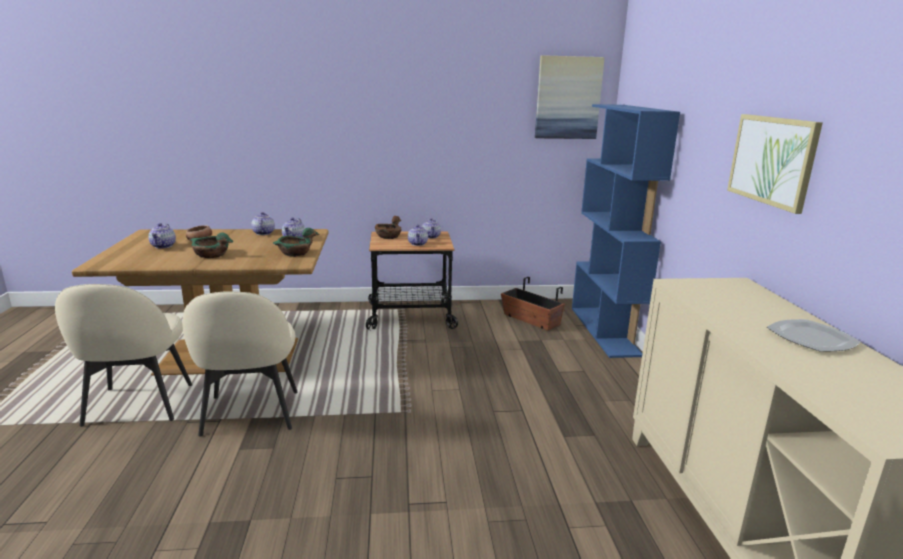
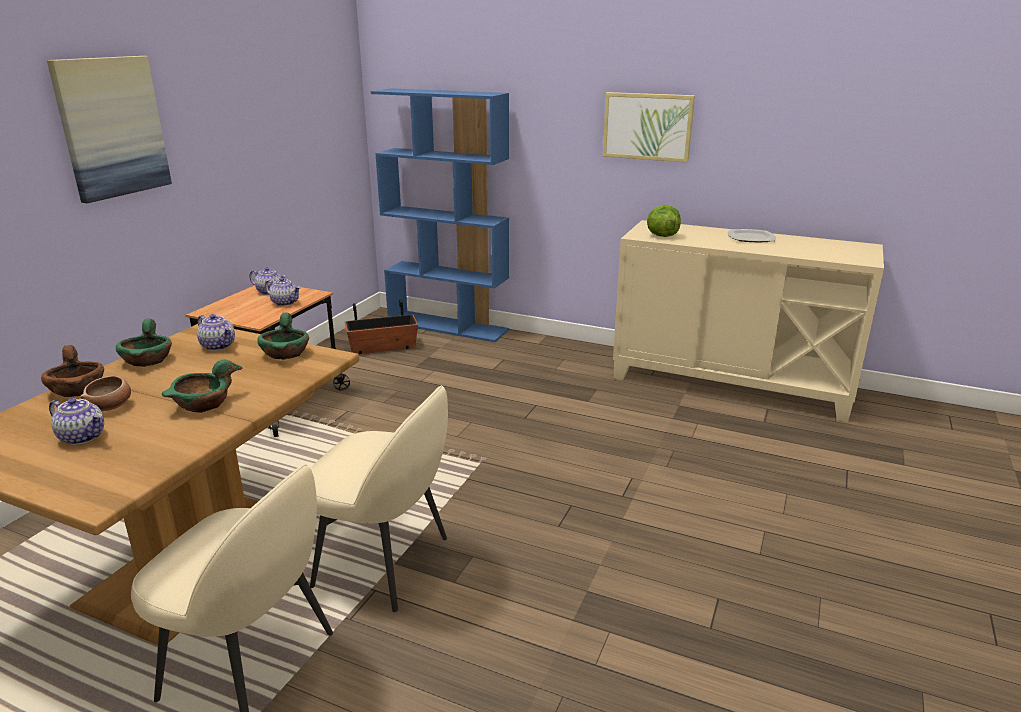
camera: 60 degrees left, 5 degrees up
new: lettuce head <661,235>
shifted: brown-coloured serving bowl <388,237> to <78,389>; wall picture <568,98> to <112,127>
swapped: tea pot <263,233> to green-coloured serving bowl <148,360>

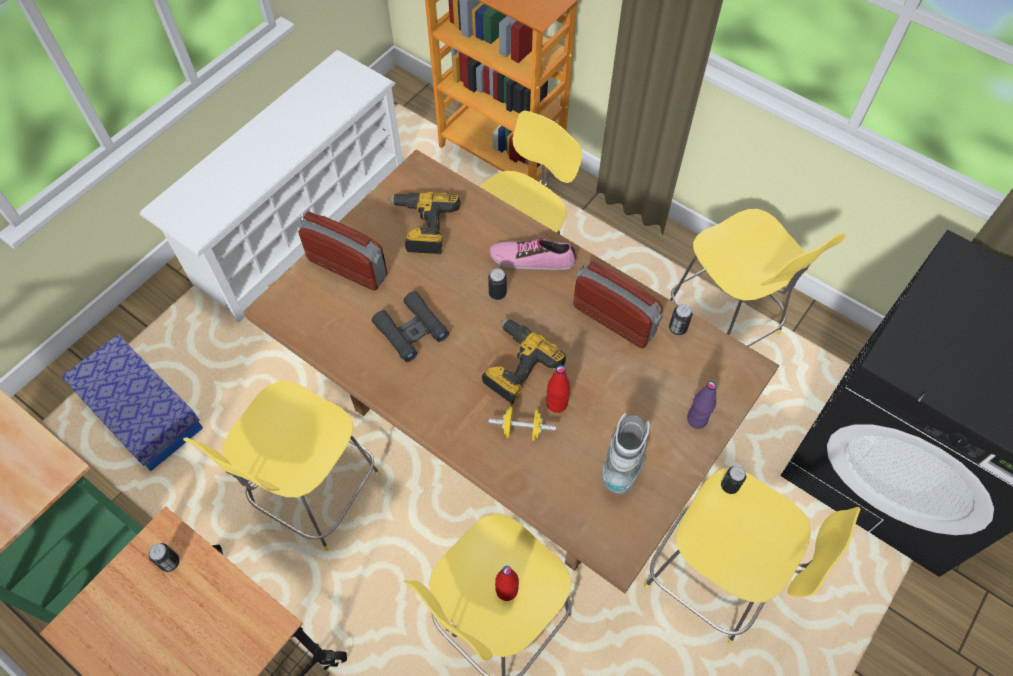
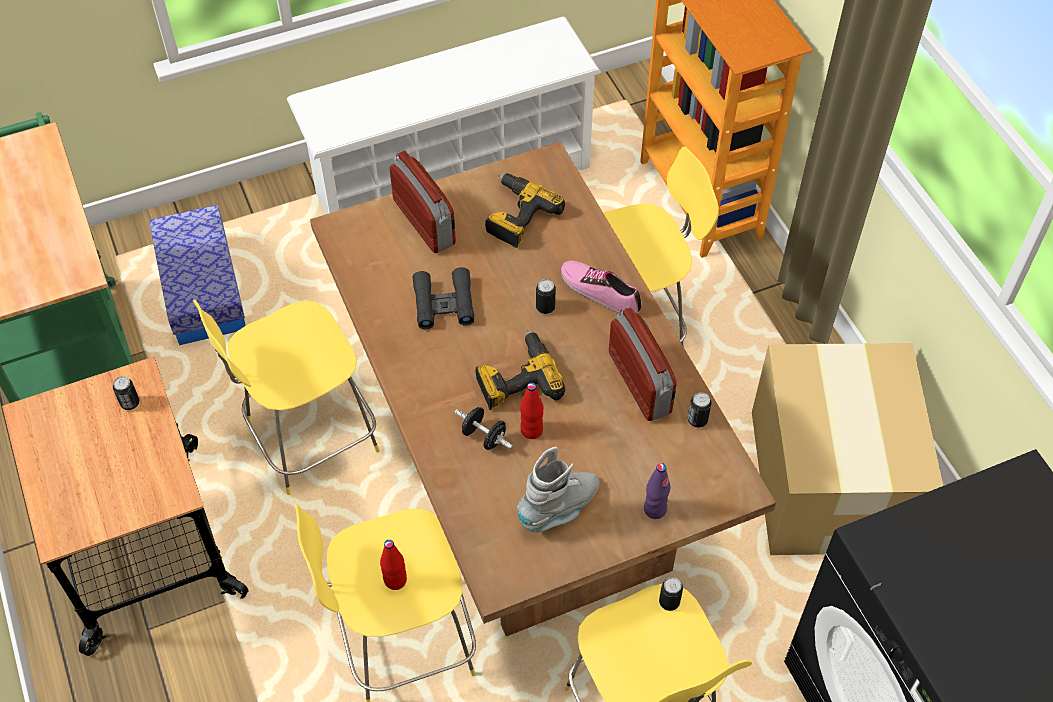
camera: 30 degrees right, 5 degrees down
swapped: yellow-coloured stool <723,326> to carton <828,483>
repainted: yellow-coloured free weight <522,430> to black-coloured free weight <484,436>

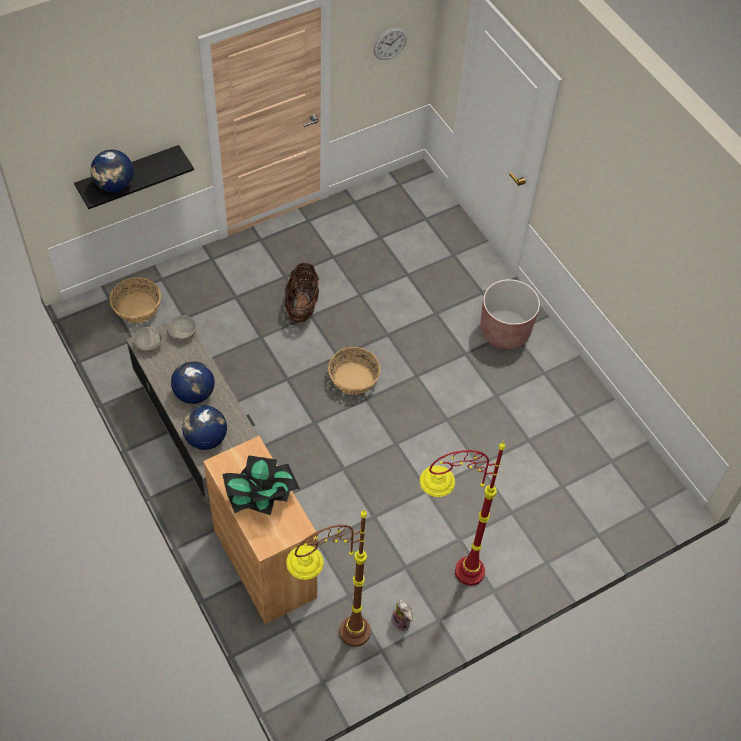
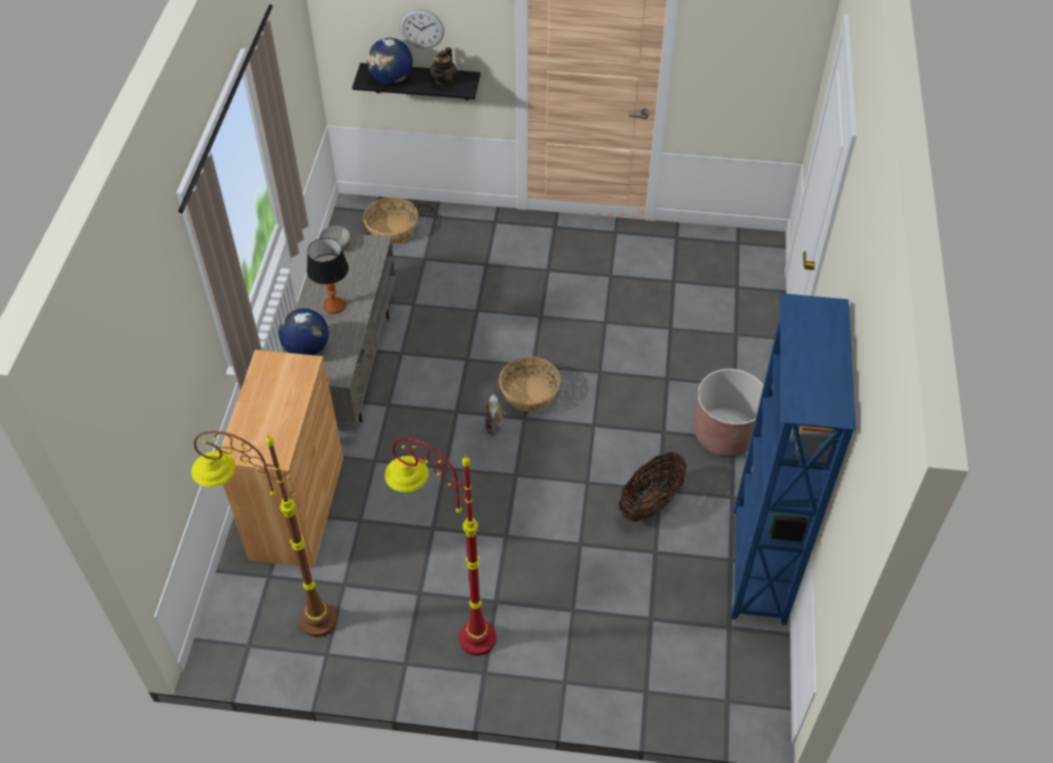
camera: 40 degrees right, 5 degrees down
gone: gray serving bowl <183,333>; potted plant <262,498>
new: tea pot <444,82>; blue bookshelf <757,566>
shifted: basket <302,306> to <650,502>; clock on the wall <390,43> to <421,28>; soft toy <402,621> to <495,427>
swapped: world globe <194,393> to table lamp <334,305>

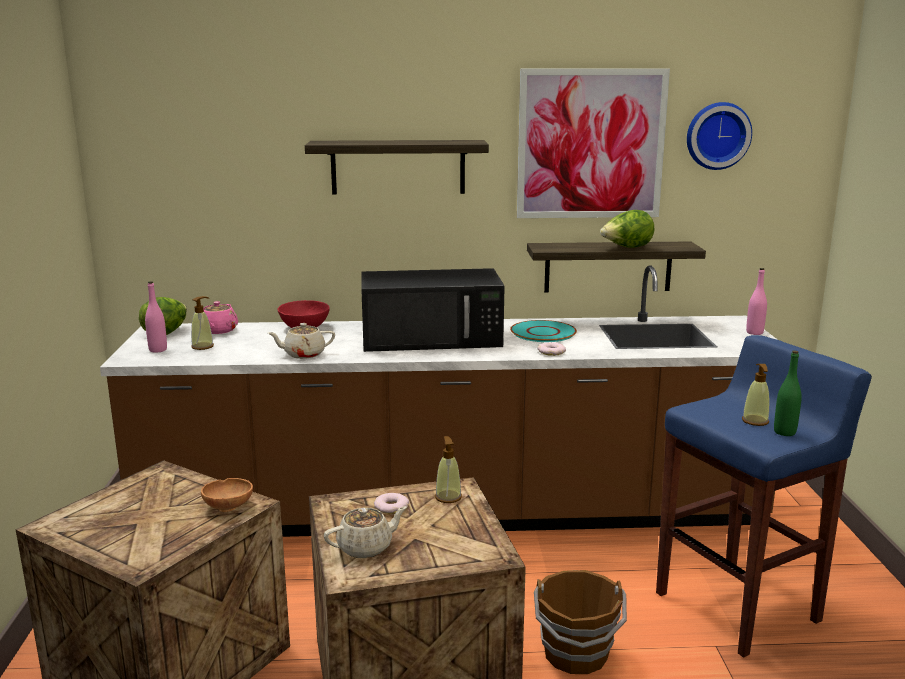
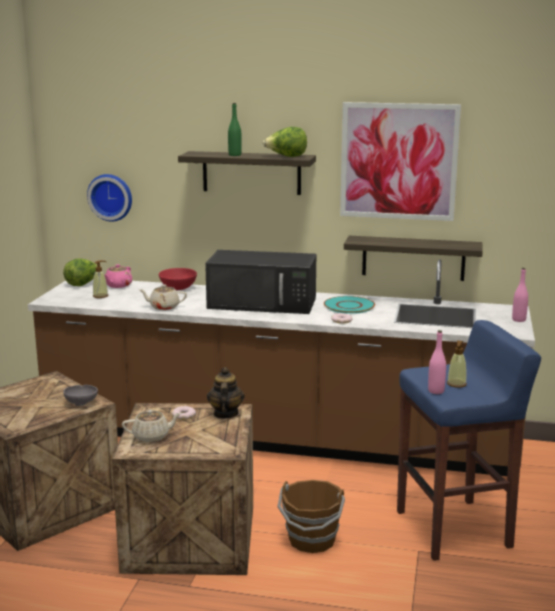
camera: 15 degrees right, 0 degrees up
shifted: pinkish bottle <158,350> to <436,391>; lettuce head <626,248> to <286,157>; clock on the wall <717,135> to <111,197>; green-coloured bottle <784,432> to <235,155>
swapped: soap dispenser <448,497> to tea pot <225,414>
repainted: brown-coloured serving bowl <229,507> to gray serving bowl <82,403>

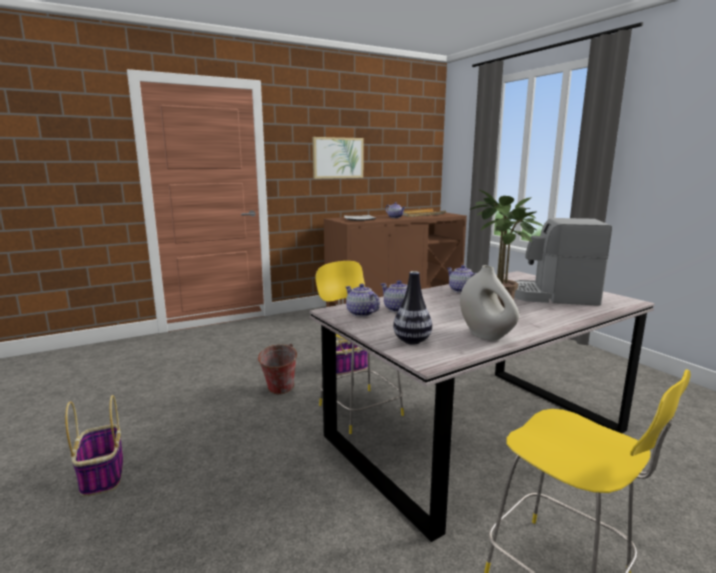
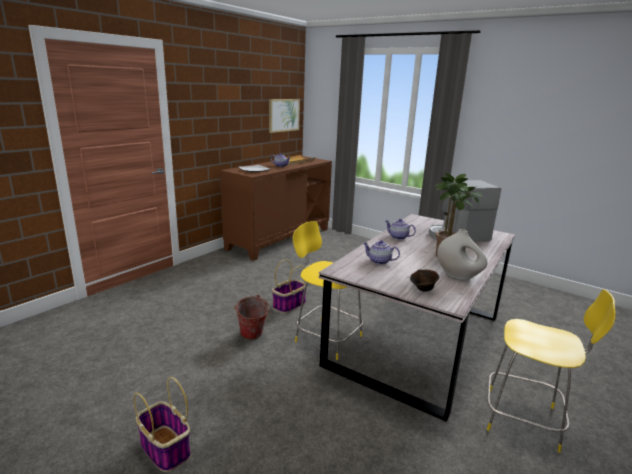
camera: 25 degrees left, 5 degrees up
gone: tea pot <360,313>
shifted: wall picture <338,158> to <283,115>
swapped: flower vase <412,341> to brown-coloured serving bowl <423,289>

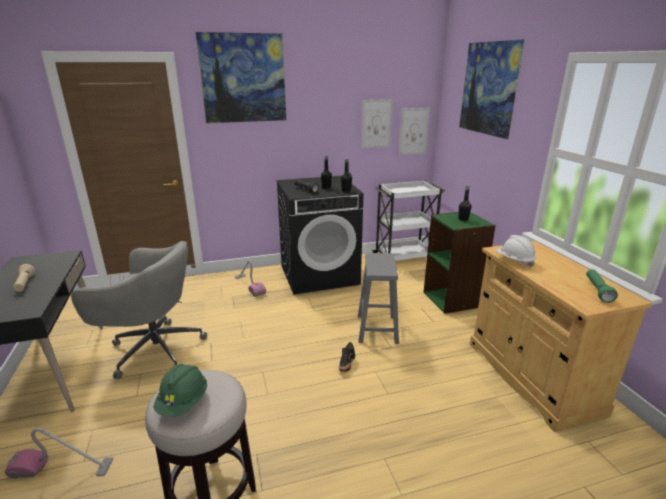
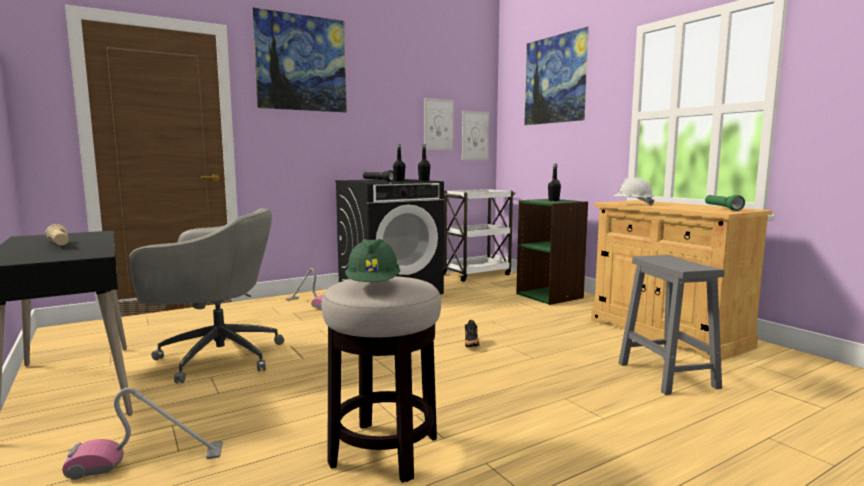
camera: 15 degrees left, 15 degrees down
shifted: gray stool <377,329> to <668,376>

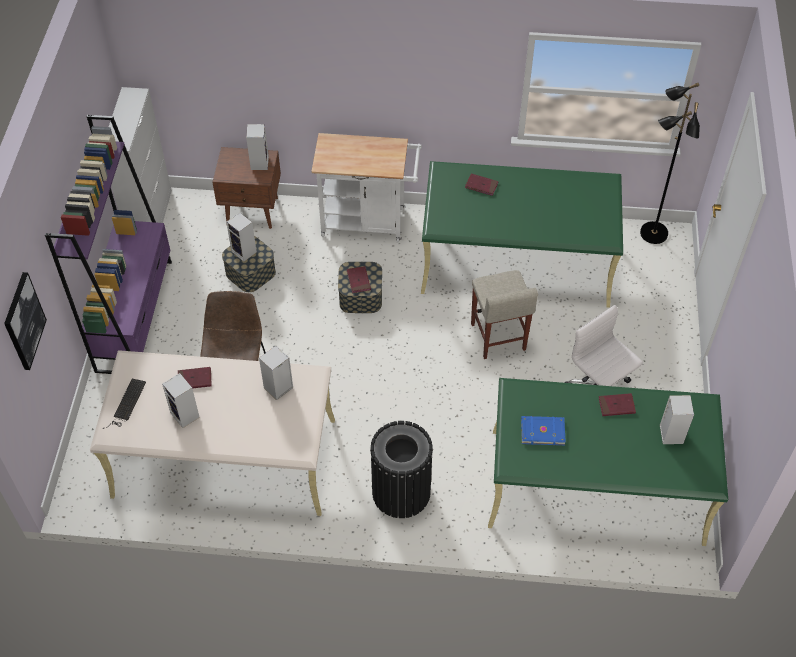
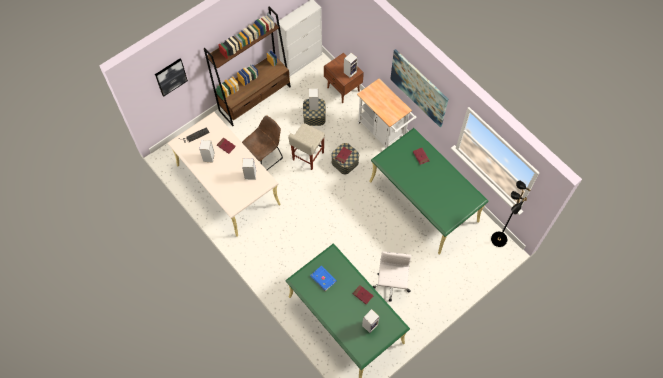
camera: 45 degrees right, 10 degrees up
gone: black-coloured rubbish bin <401,492>
new: wall picture <418,88>
shifted: beige stool <498,337> to <308,156>
repainted: purple-coloured bookshelf <134,315> to brown-coloured bookshelf <255,98>

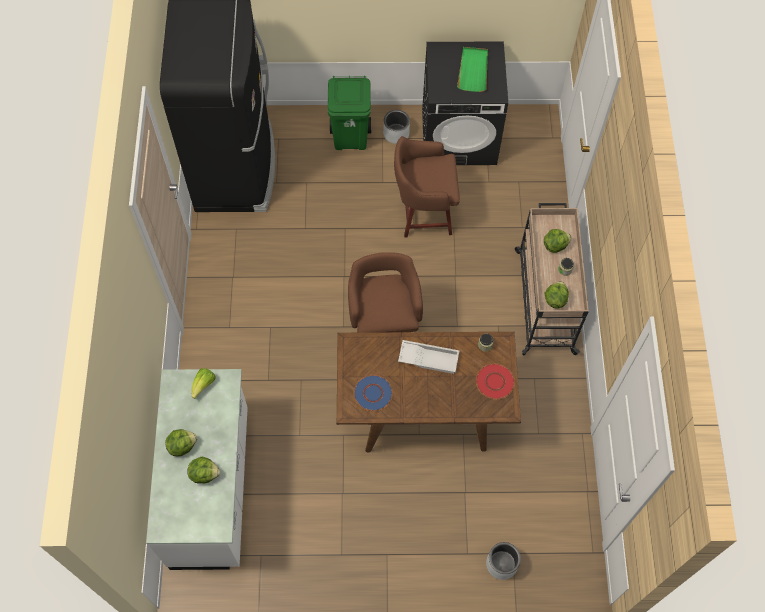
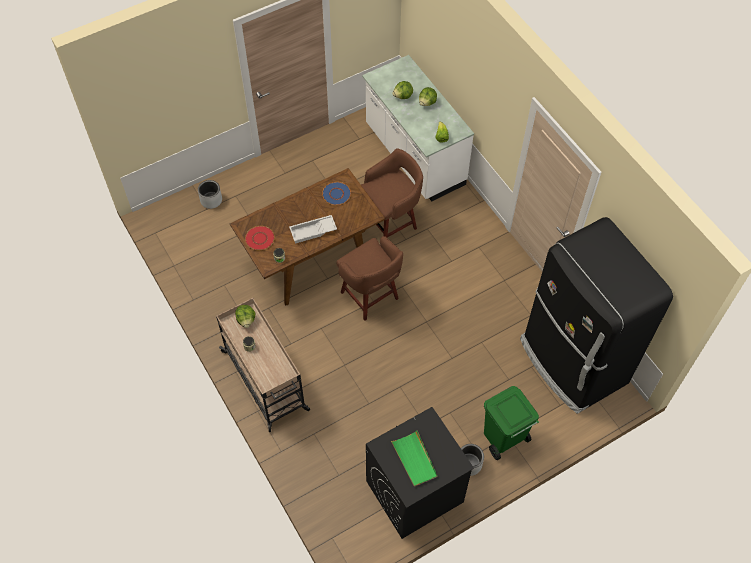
camera: 150 degrees right, 5 degrees down
gone: lettuce head <555,245>
shifted: brown-coloured stool <423,215> to <391,222>

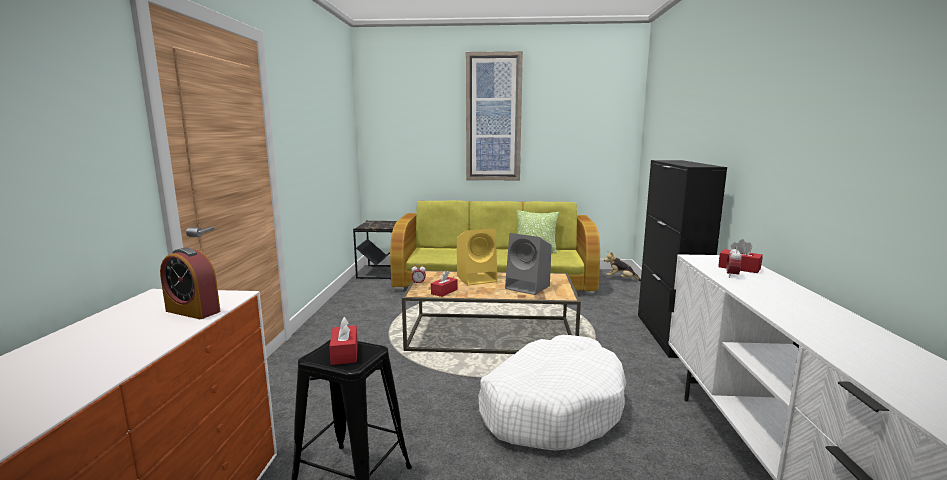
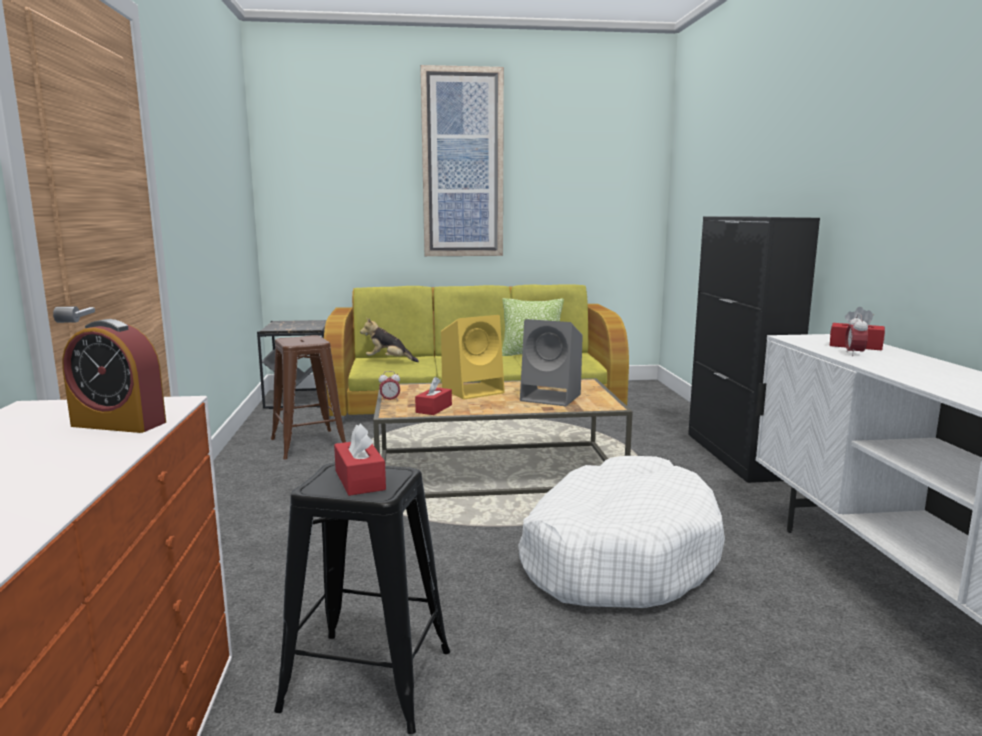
camera: 10 degrees left, 0 degrees up
new: brown-coloured stool <308,444>
shifted: soft toy <621,279> to <389,361>

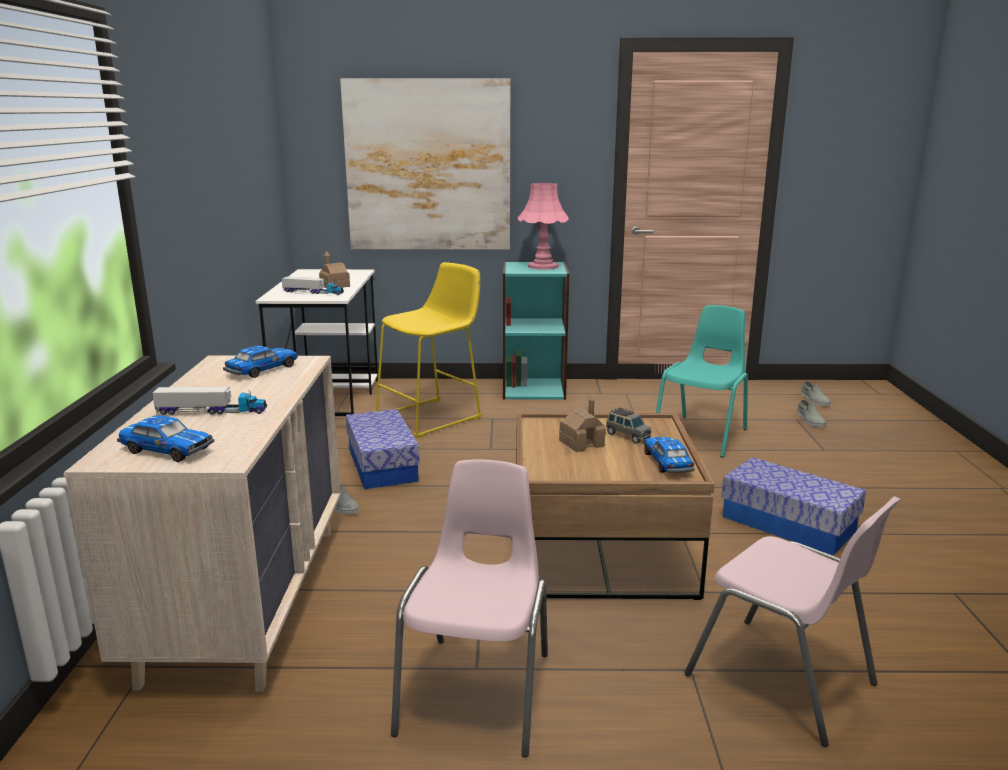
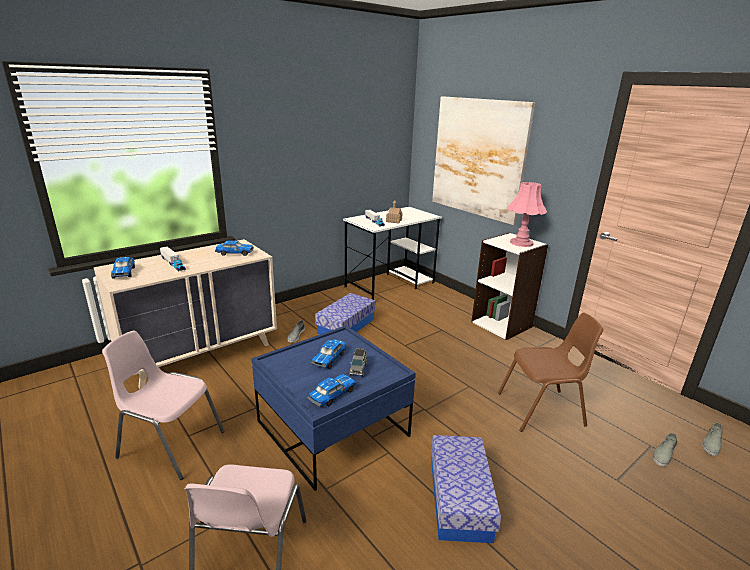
camera: 50 degrees right, 5 degrees up
gone: yellow-coloured stool <433,416>
swapped: model house <581,443> to model car <329,358>
repainted: turquoise bookshelf <533,389> to white-coloured bookshelf <502,324>; brown-coloured lounge table <600,551> to blue lounge table <333,429>; turquoise chair <702,435> to brown-coloured chair <542,410>
rotated: pinkish chair <478,691> = <170,444> 135 degrees counterclockwise

